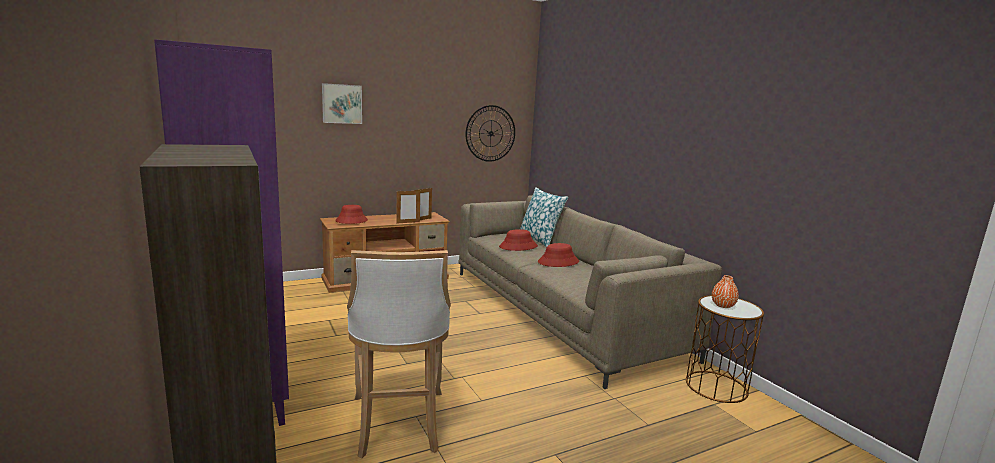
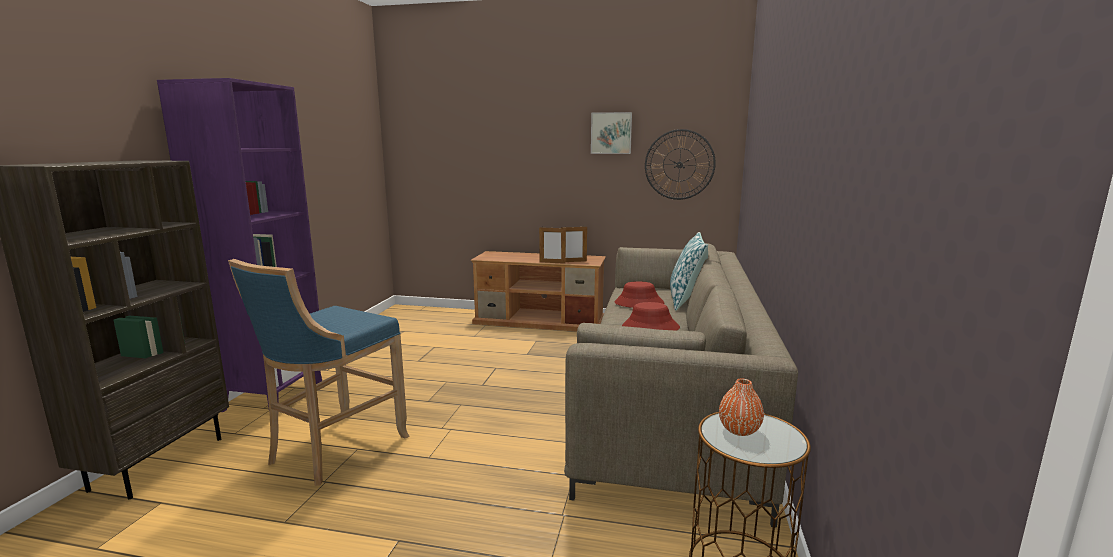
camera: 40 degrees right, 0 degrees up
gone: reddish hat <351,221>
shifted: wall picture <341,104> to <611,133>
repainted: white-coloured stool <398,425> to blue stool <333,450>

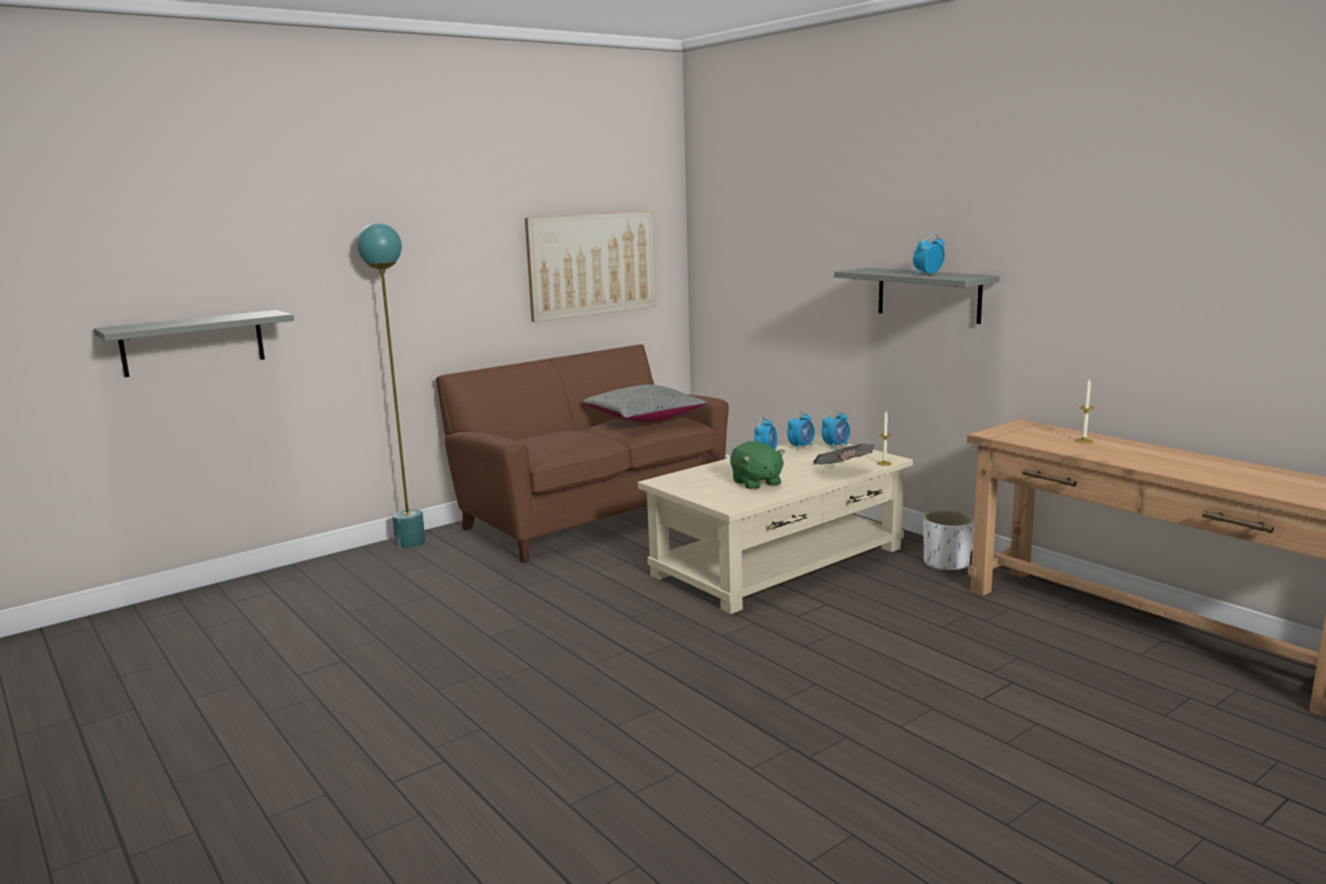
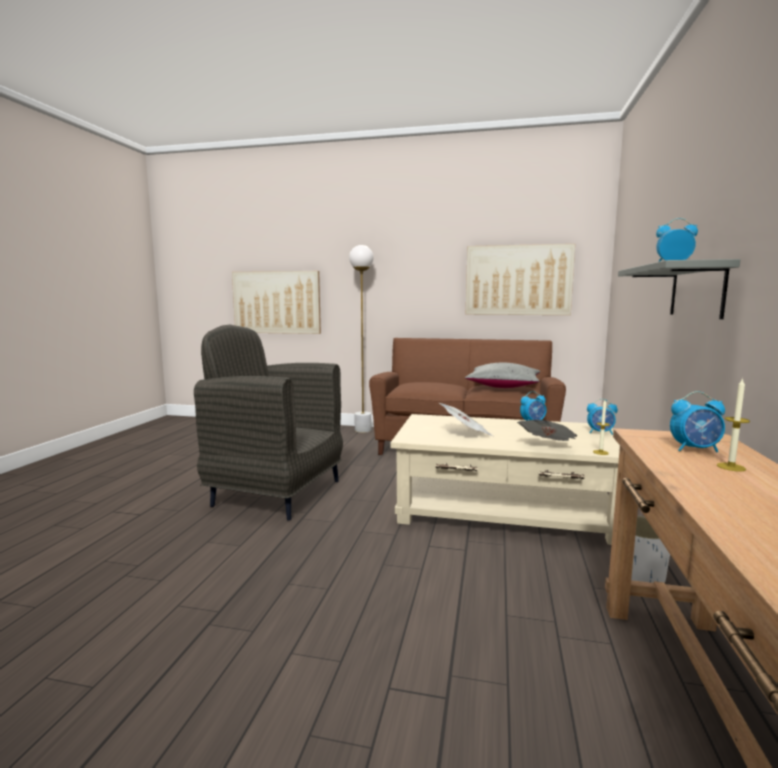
camera: 50 degrees right, 5 degrees down
new: gray armchair <275,493>
shifted: table clock <801,447> to <695,449>
swapped: gray shelf <193,343> to wall picture <276,302>; green-coloured soft toy <756,483> to printed paper <466,433>
repainted: turquoise floor lamp <410,543> to white-coloured floor lamp <363,430>

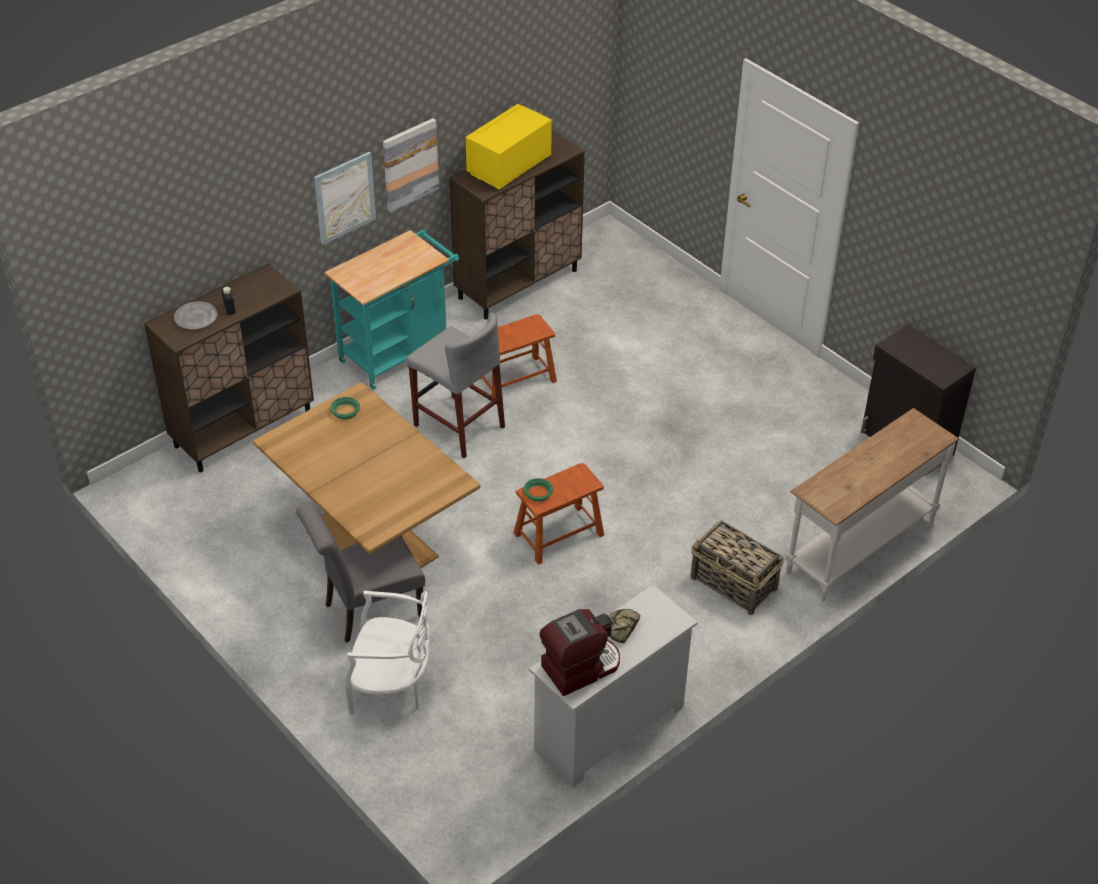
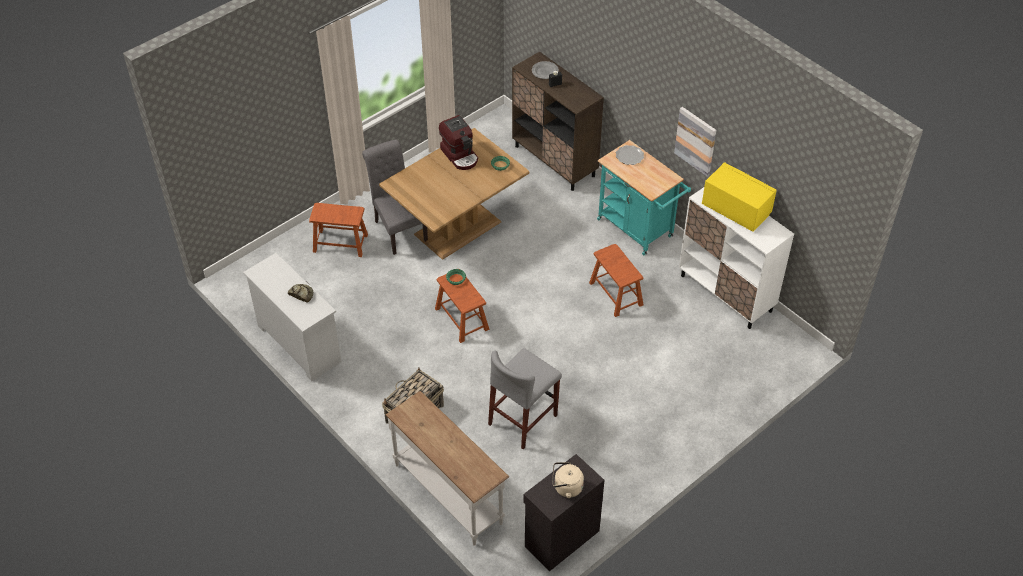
camera: 90 degrees right, 5 degrees up
gone: wall picture <344,197>
new: beige tea kettle <566,487>; flat dish <629,156>
shifted: gray stool <459,426> to <523,420>; coffee maker <580,667> to <460,155>
swapped: white-coloured chair <391,686> to brown-coloured stool <340,243>
repainted: brown-coloured cupboard <518,284> to white-coloured cupboard <726,293>

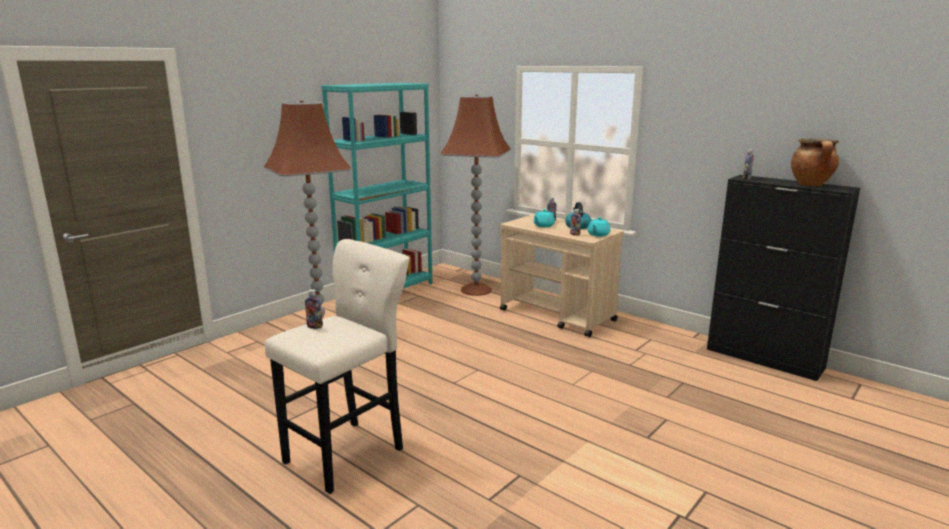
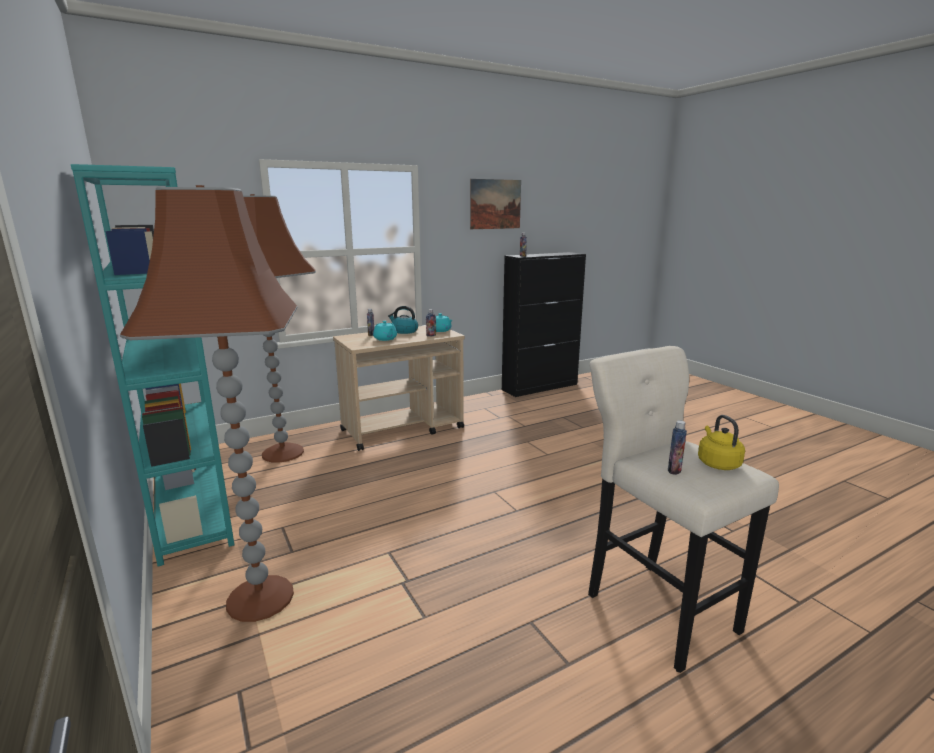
camera: 70 degrees left, 0 degrees up
gone: saucepot <811,185>
new: wall picture <495,204>; yellow-coloured tea kettle <717,463>

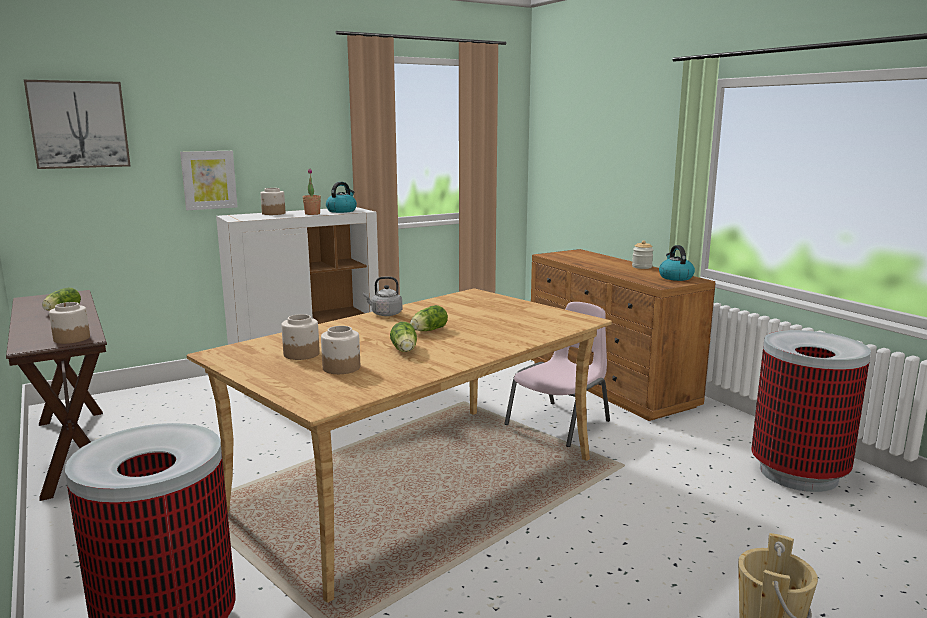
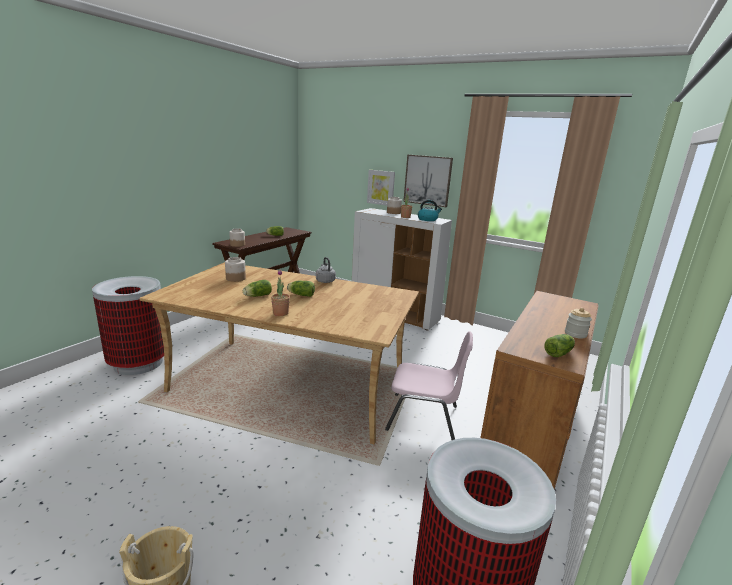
camera: 60 degrees right, 5 degrees up
gone: preserve jar <342,368>
new: potted plant <280,313>
shifted: wall picture <79,124> to <427,180>
swapped: tea kettle <675,277> to lettuce head <559,353>

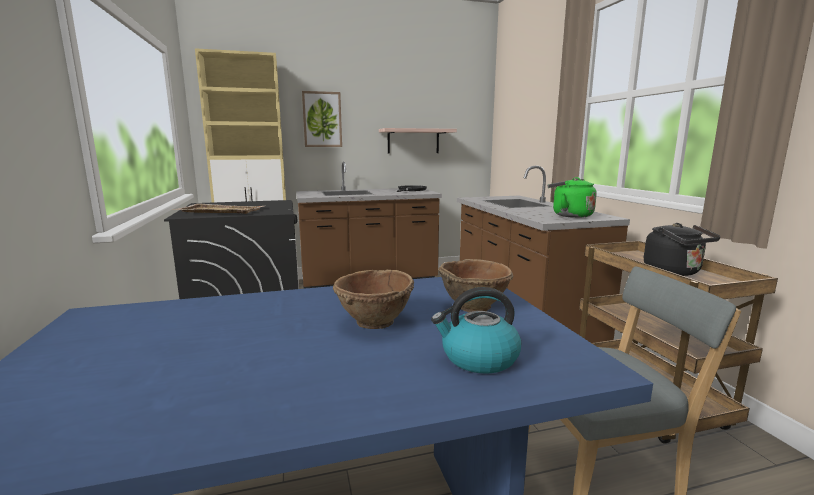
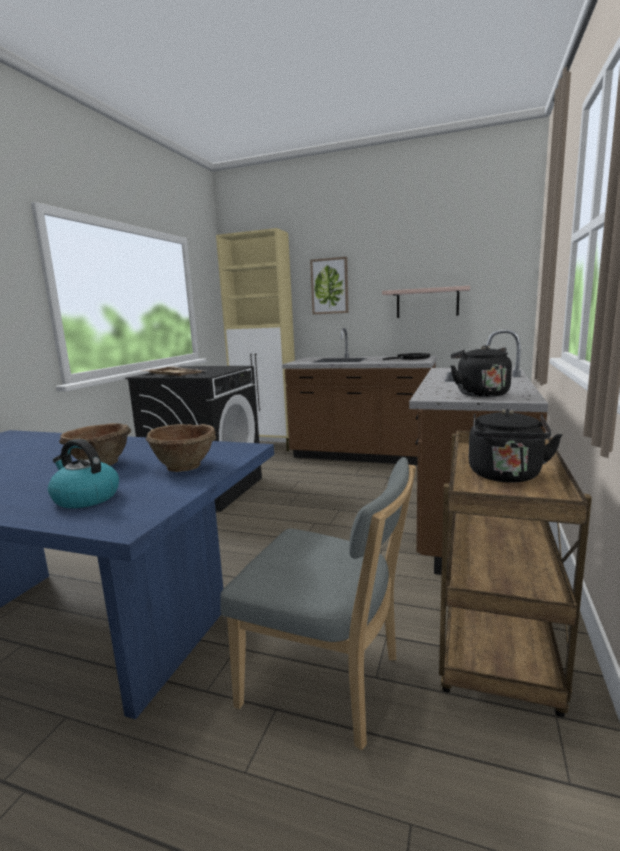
camera: 35 degrees right, 0 degrees up
repainted: green-coloured tea kettle <569,215> to black-coloured tea kettle <480,394>

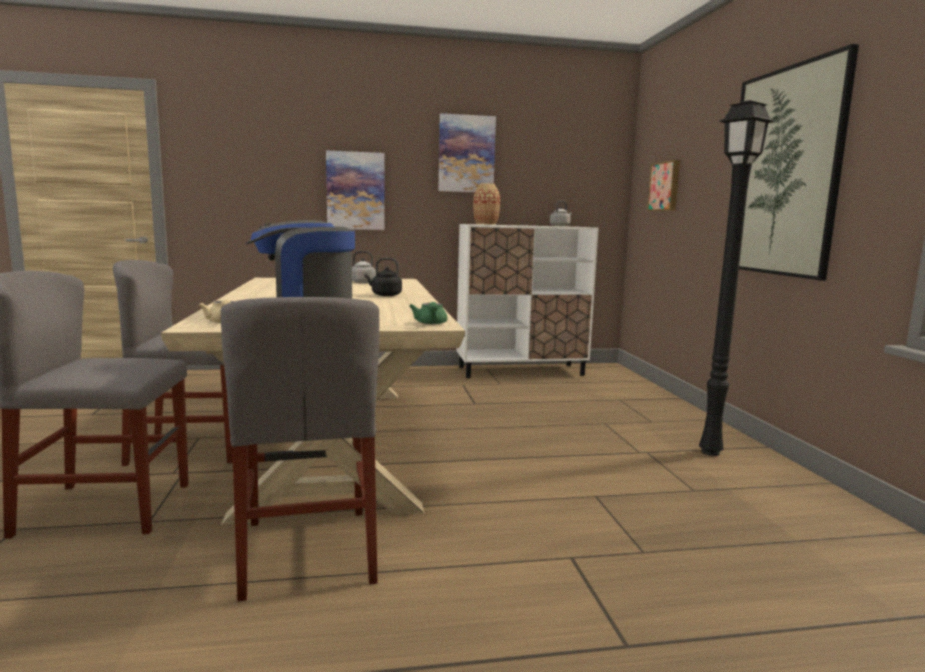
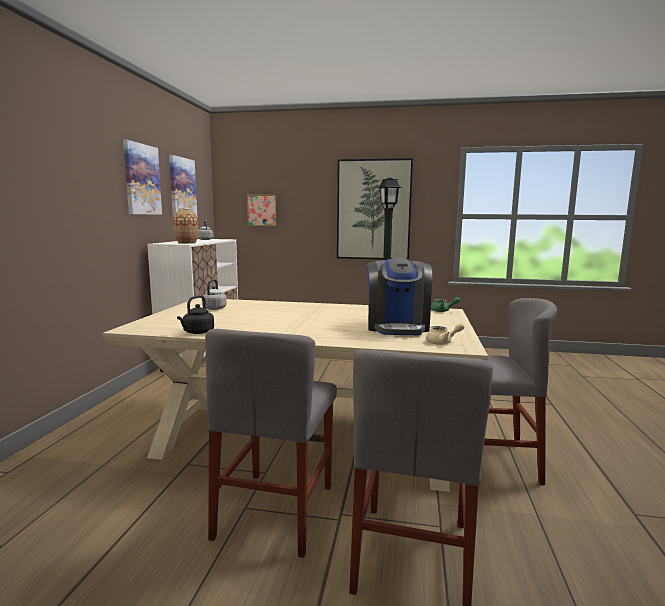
camera: 70 degrees left, 0 degrees up
shifted: wall picture <355,191> to <182,187>; black-coloured tea kettle <385,295> to <197,332>

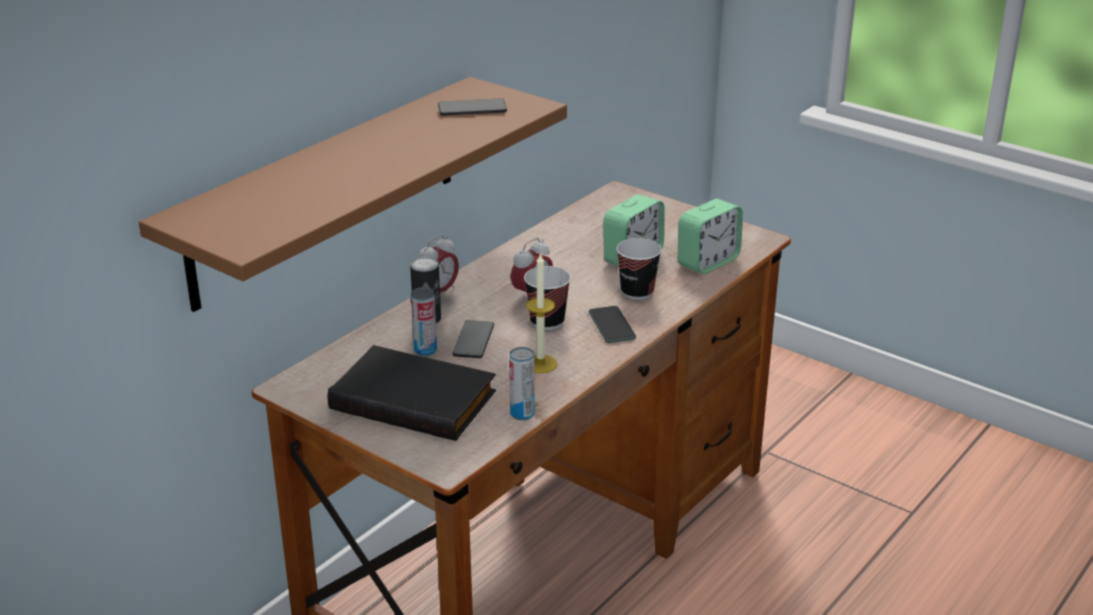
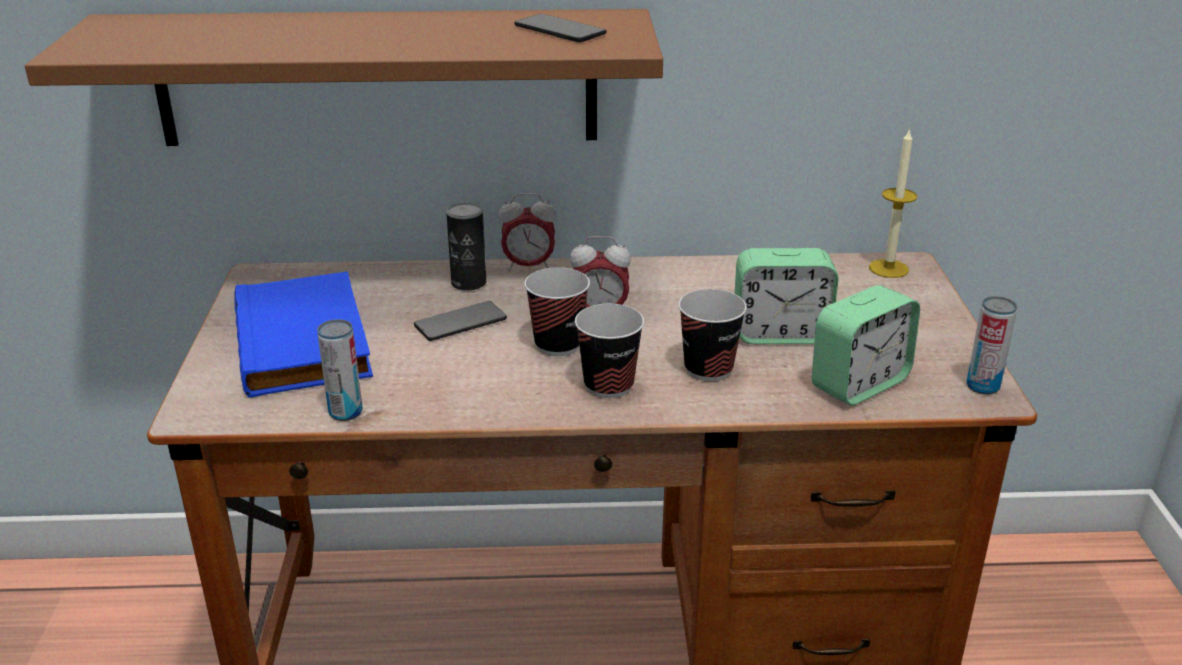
camera: 50 degrees right, 0 degrees up
shifted: can <425,350> to <982,386>; wax candle <540,364> to <888,268>
swapped: telephone <611,325> to small cup <608,385>
repainted: black-coloured book <416,399> to blue book <307,342>
rotated: table clock <708,262> = <859,384> 45 degrees counterclockwise

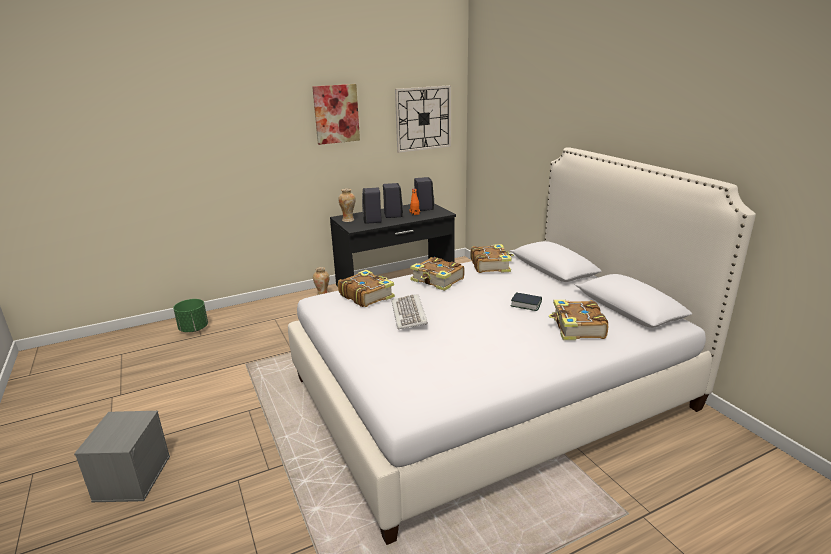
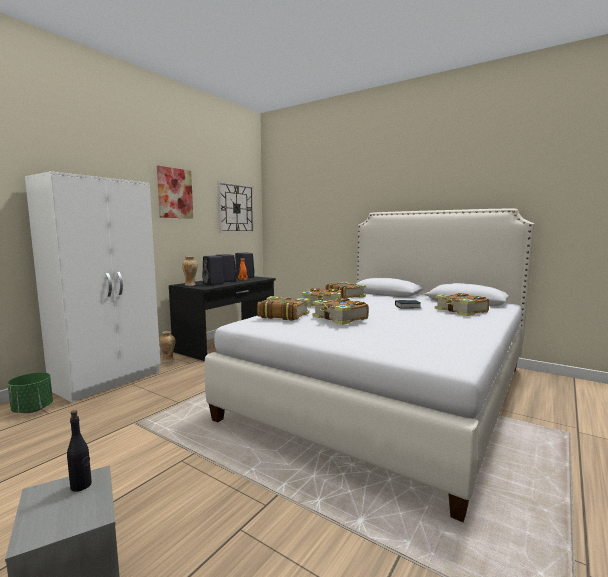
camera: 30 degrees left, 15 degrees down
new: white-coloured armoire <109,380>; black-coloured bottle <81,485>
swapped: keyboard <409,314> to book <340,318>

